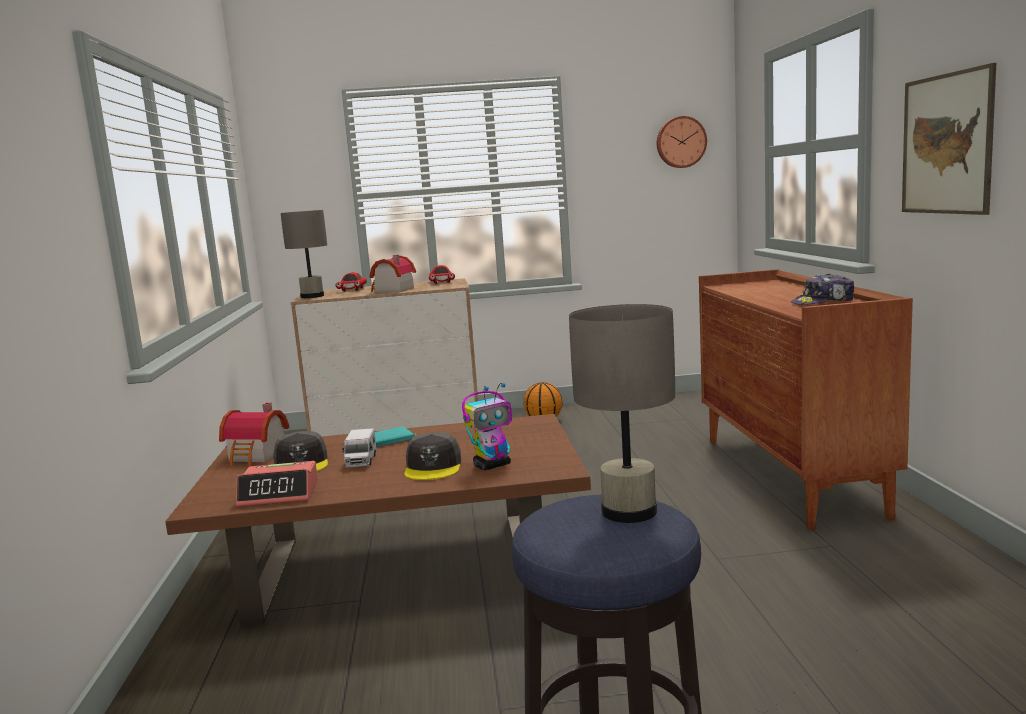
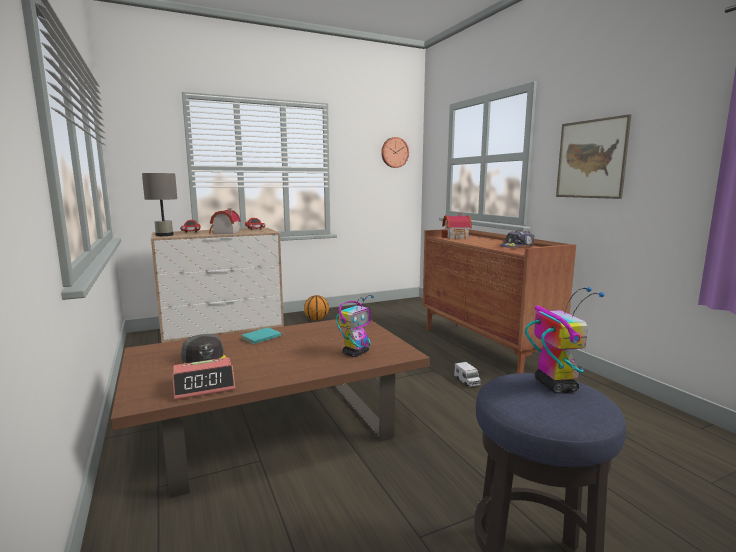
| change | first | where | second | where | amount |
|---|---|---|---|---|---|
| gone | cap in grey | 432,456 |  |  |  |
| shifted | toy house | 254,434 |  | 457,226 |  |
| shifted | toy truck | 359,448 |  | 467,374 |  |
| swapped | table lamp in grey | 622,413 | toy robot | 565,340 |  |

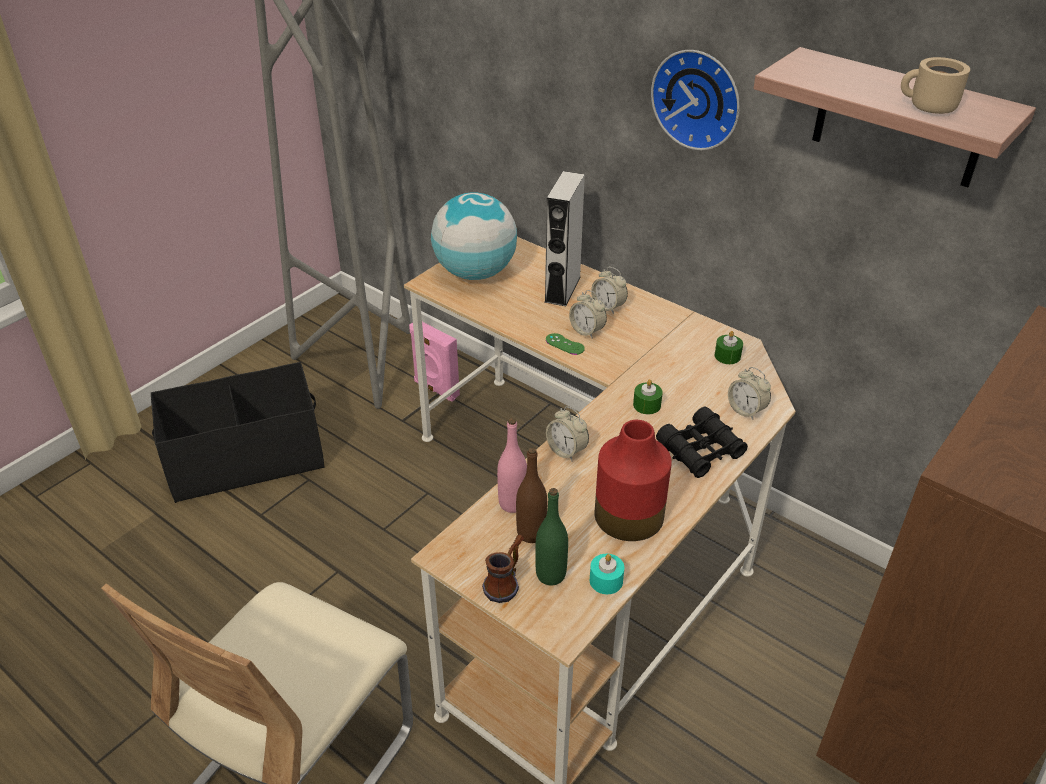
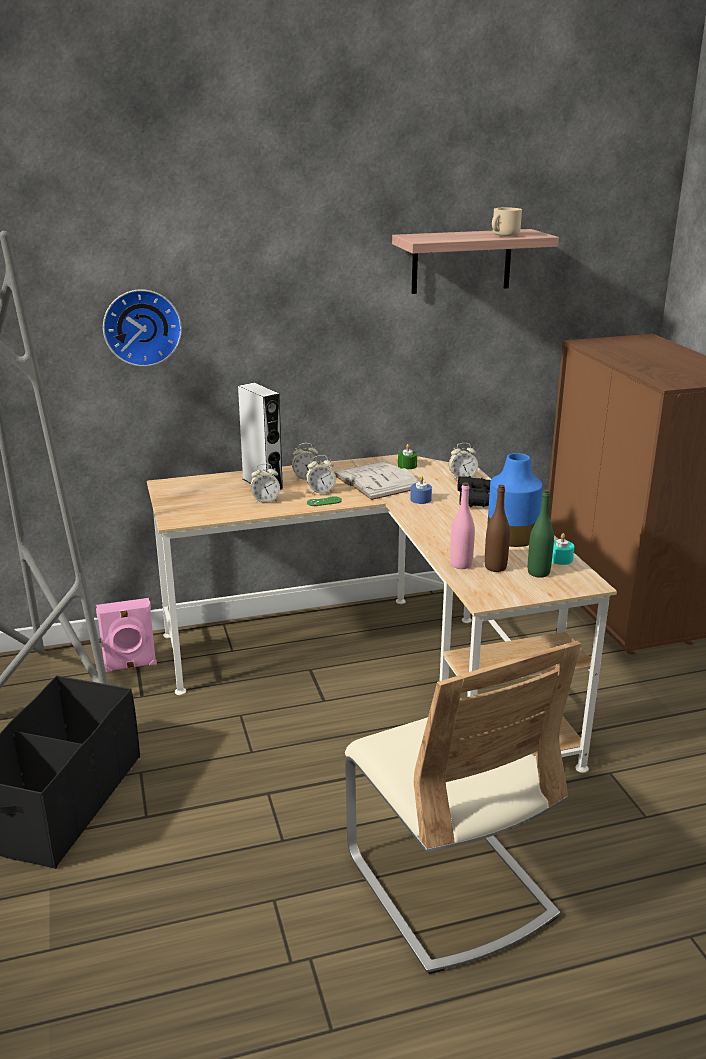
| change | first | where | second | where | amount |
|---|---|---|---|---|---|
| gone | globe | 474,236 |  |  |  |
| gone | mug | 503,569 |  |  |  |
| new |  |  | book in white | 376,480 |  |
| shifted | alarm clock | 567,433 |  | 265,483 |  |
| shifted | wall clock | 695,100 |  | 142,328 |  |
| repainted | vase in red | 633,480 | vase in blue | 515,500 |  |
| repainted | candle in green | 648,396 | candle in blue | 421,490 |  |

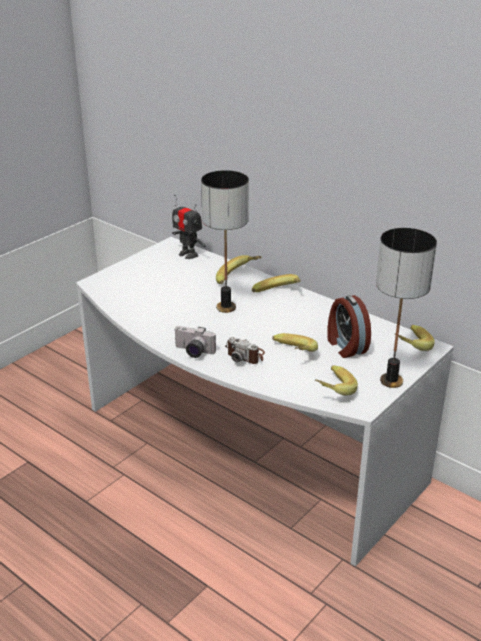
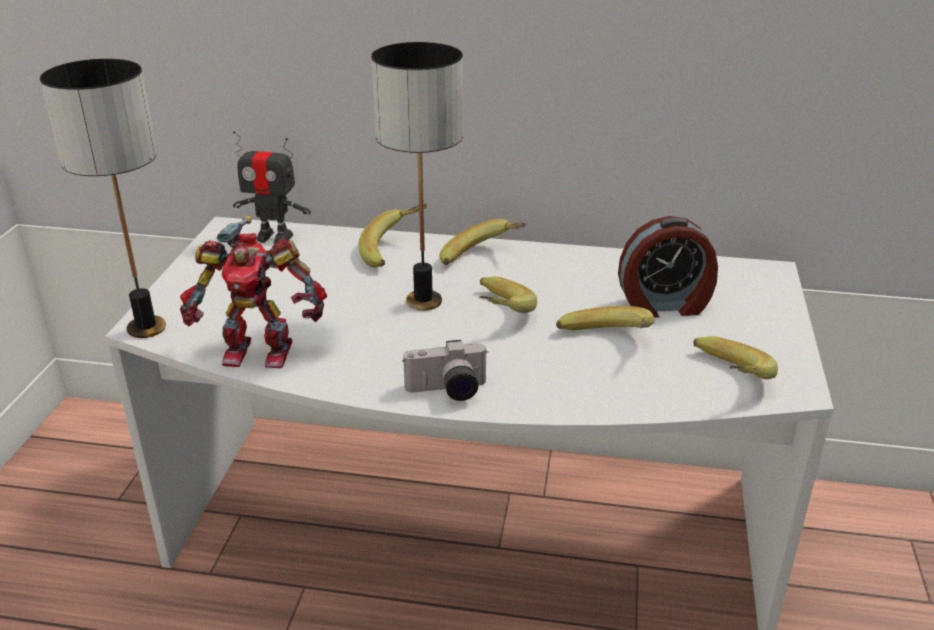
| change | first | where | second | where | amount |
|---|---|---|---|---|---|
| gone | photo camera | 245,350 |  |  |  |
| new |  |  | toy robot | 253,291 |  |
| shifted | table lamp | 406,308 |  | 103,198 |  |
| shifted | banana | 414,338 |  | 508,295 |  |
| rotated | alarm clock | 349,326 |  | 668,267 | 45 degrees counterclockwise |

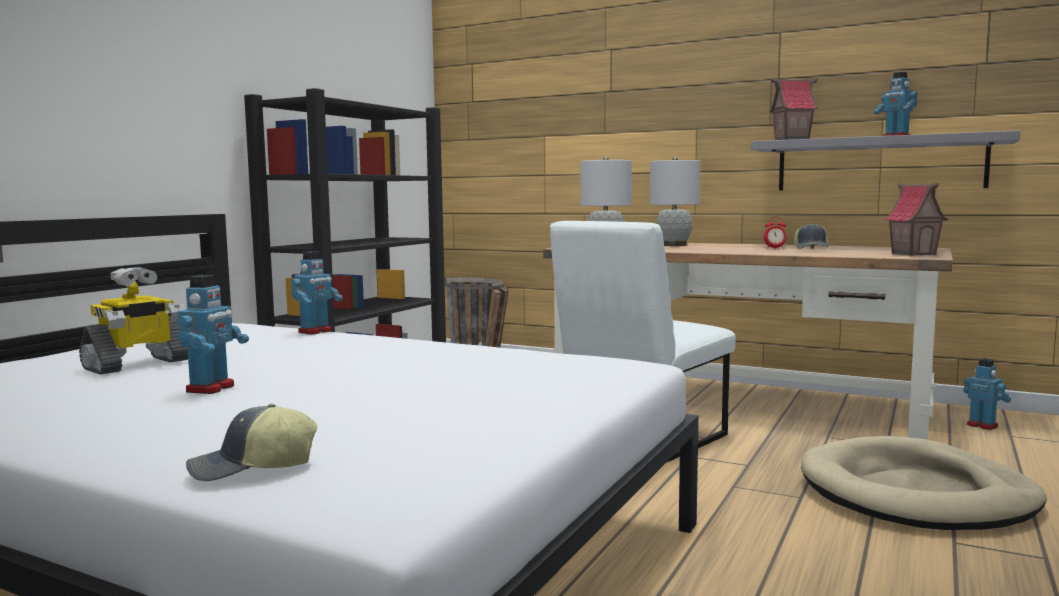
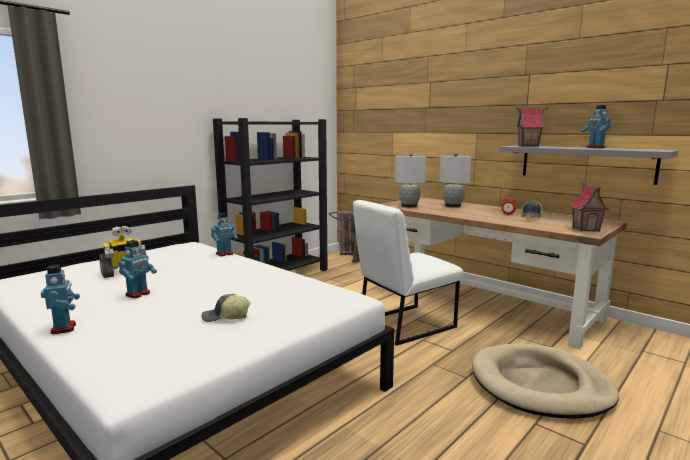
| change | first | where | second | where | amount |
|---|---|---|---|---|---|
| shifted | cap | 251,443 |  | 226,308 |  |
| shifted | toy robot | 987,394 |  | 60,299 |  |

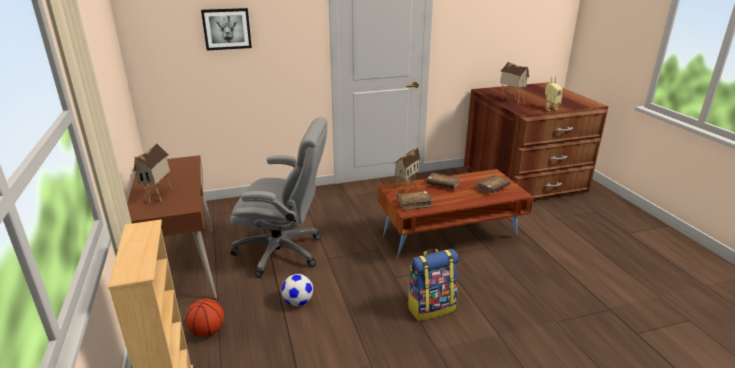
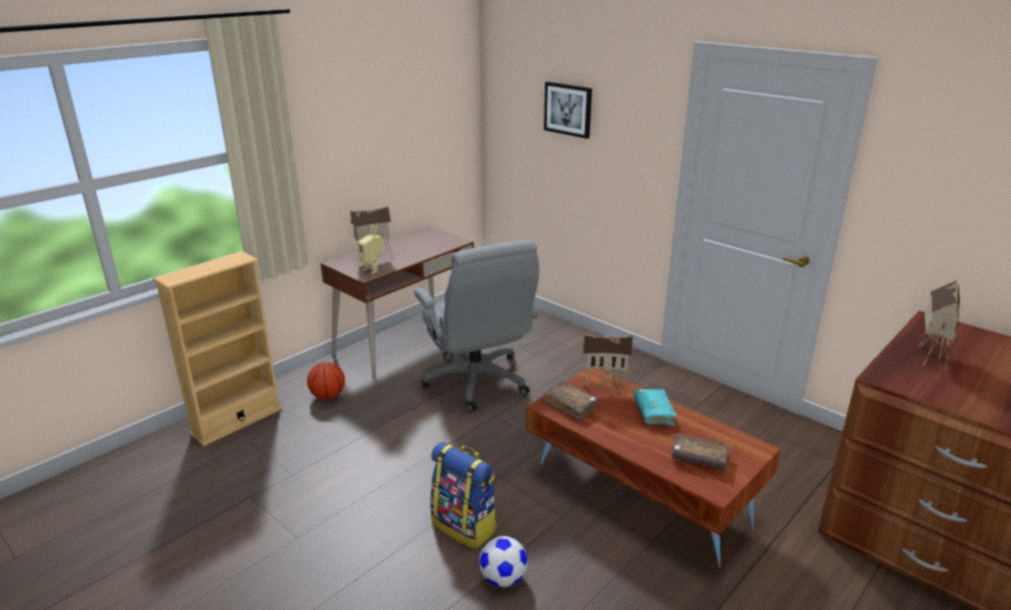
| change | first | where | second | where | amount |
|---|---|---|---|---|---|
| shifted | football | 297,290 |  | 503,561 |  |
| shifted | toy robot | 554,93 |  | 371,249 |  |
| repainted | book in brown | 443,181 | book in turquoise | 655,407 |  |

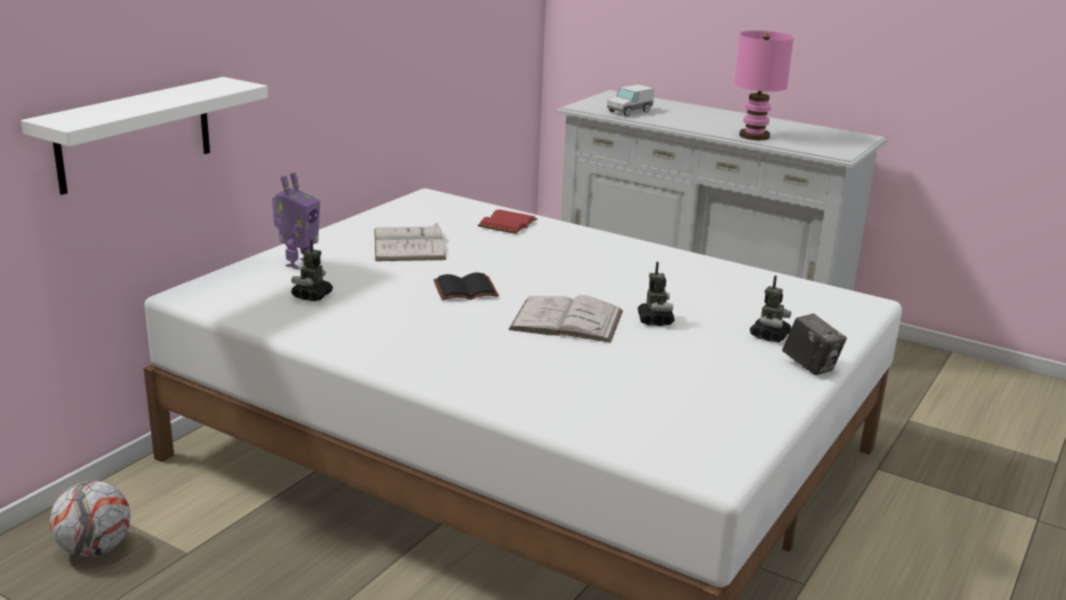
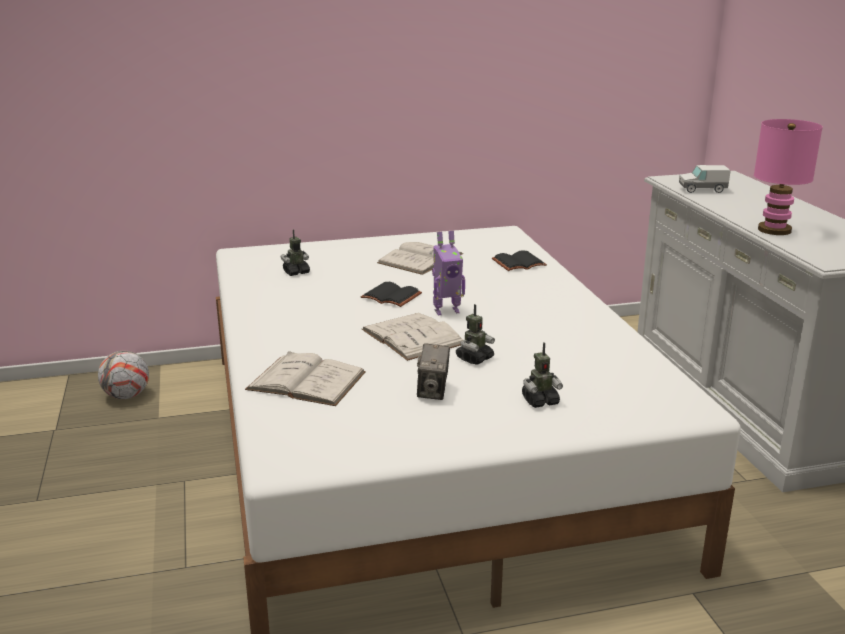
| change | first | where | second | where | amount |
|---|---|---|---|---|---|
| gone | shelf in white | 144,136 |  |  |  |
| new |  |  | book in white | 305,378 |  |
| shifted | toy robot | 296,221 |  | 448,273 |  |
| shifted | photo camera | 814,344 |  | 433,371 |  |
| repainted | book in red | 508,221 | book in black | 519,260 |  |

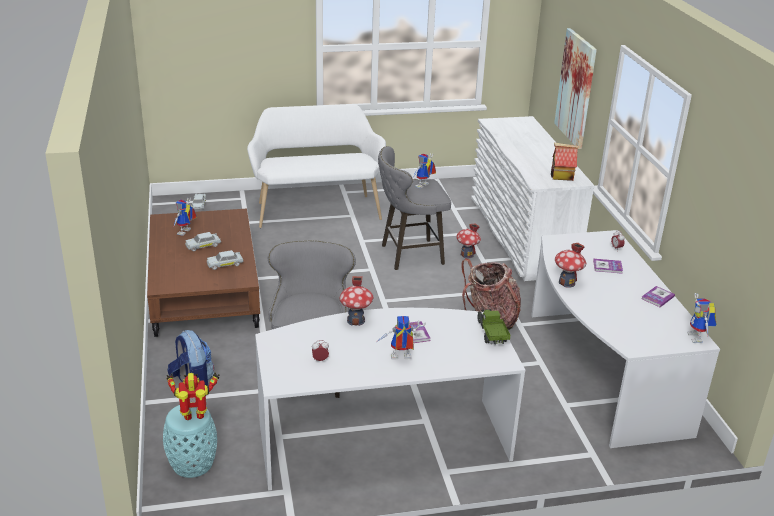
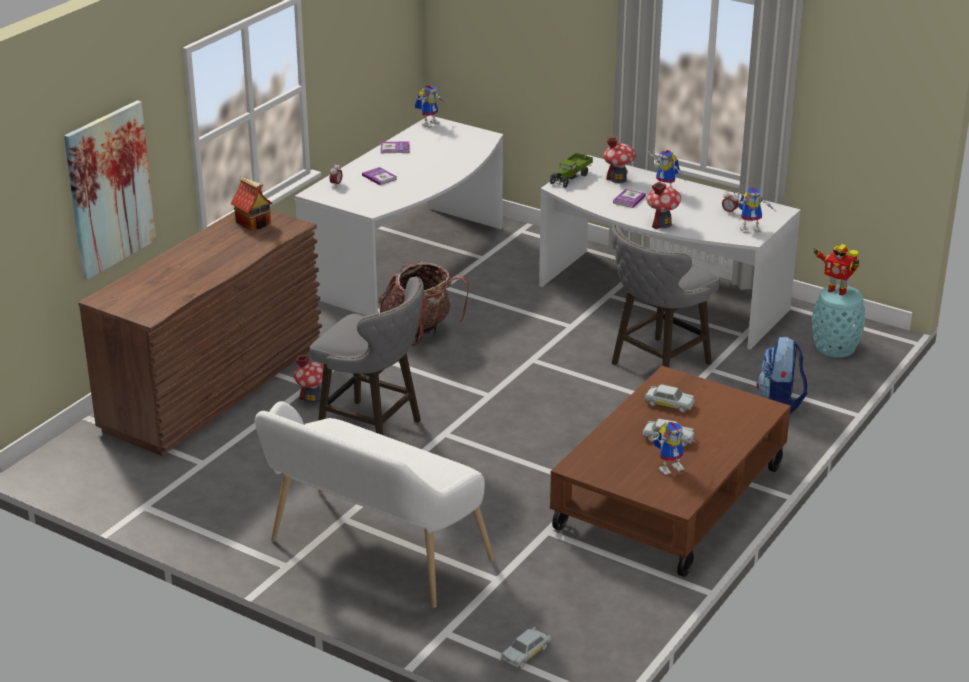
| change | first | where | second | where | amount |
|---|---|---|---|---|---|
| shifted | toy robot | 424,171 |  | 753,210 |  |
| shifted | toy house | 570,265 |  | 620,160 |  |
| repainted | dresser in white | 533,198 | dresser in brown | 200,333 |  |

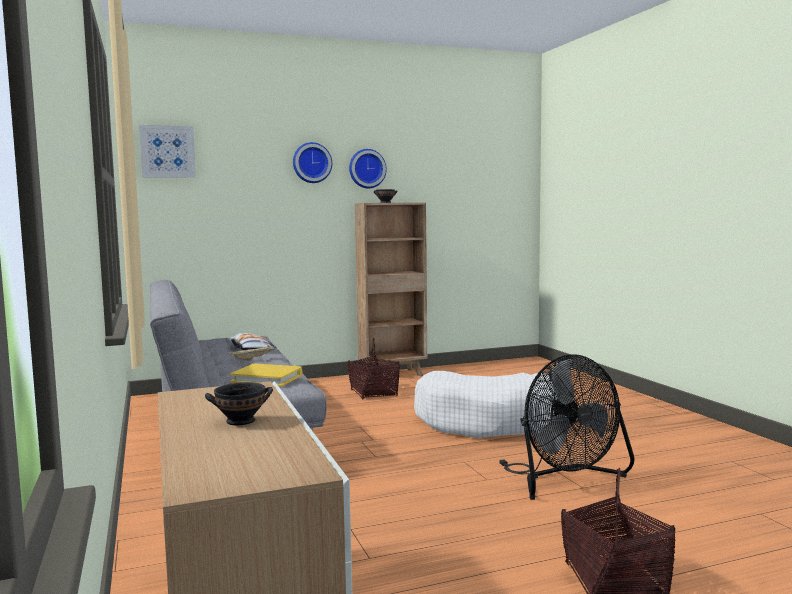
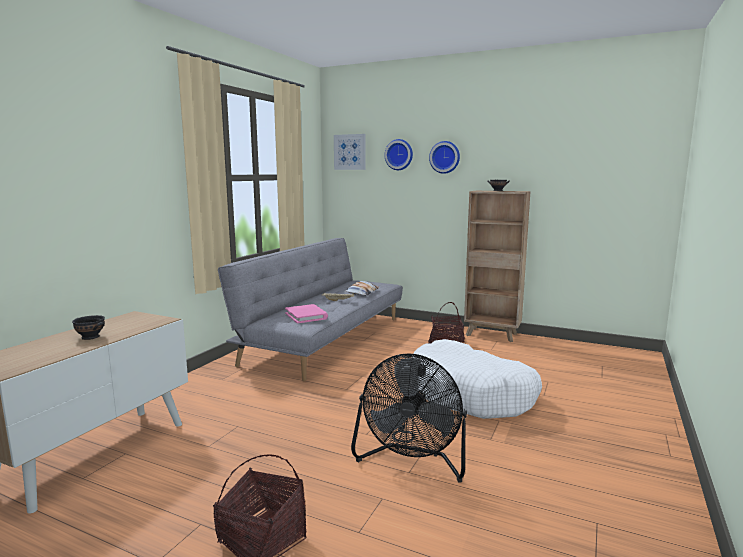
| change | first | where | second | where | amount |
|---|---|---|---|---|---|
| shifted | wall clock | 368,169 |  | 398,154 |  |
| repainted | book in yellow | 266,375 | book in pink | 306,313 |  |

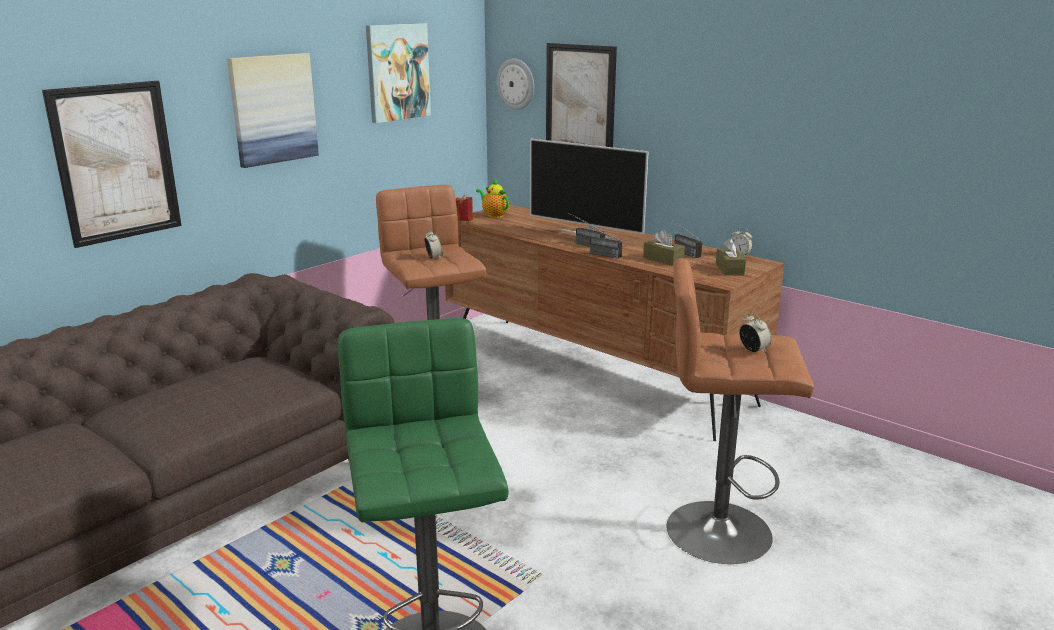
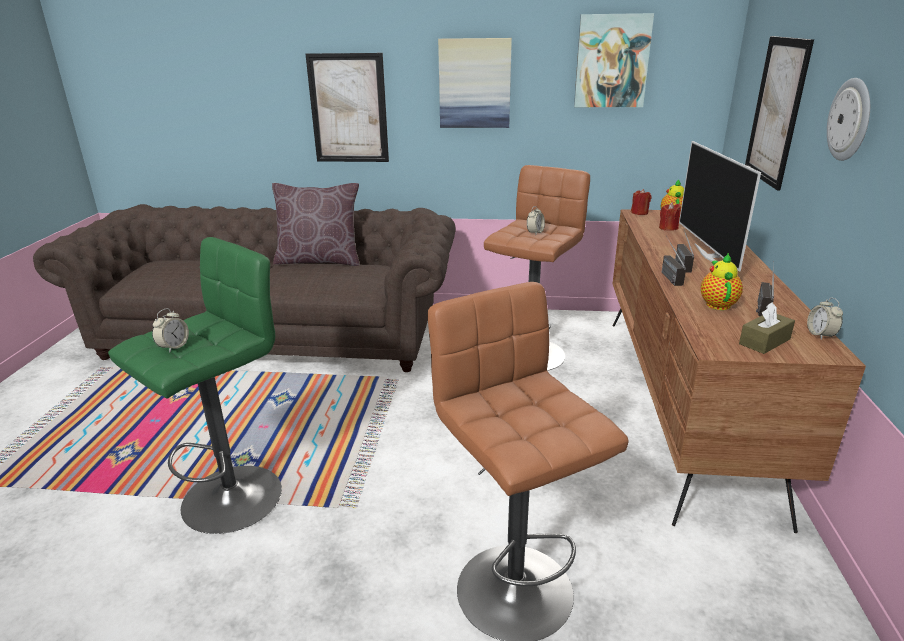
| change | first | where | second | where | amount |
|---|---|---|---|---|---|
| new |  |  | pillow in brown | 315,224 |  |
| new |  |  | candle in red | 670,216 |  |
| shifted | wall clock | 515,84 |  | 848,119 |  |
| shifted | alarm clock | 756,332 |  | 170,330 |  |
| swapped | tissue box in brown | 664,248 | teapot | 722,281 |  |

